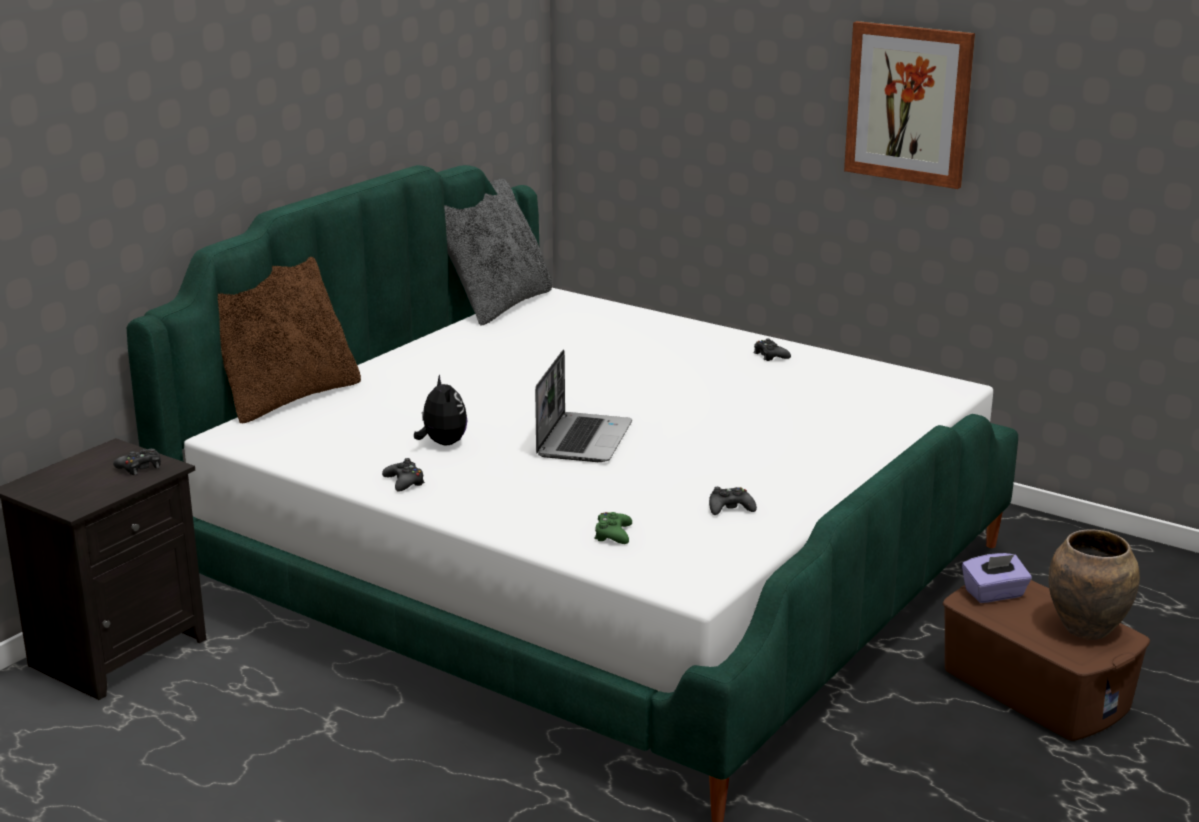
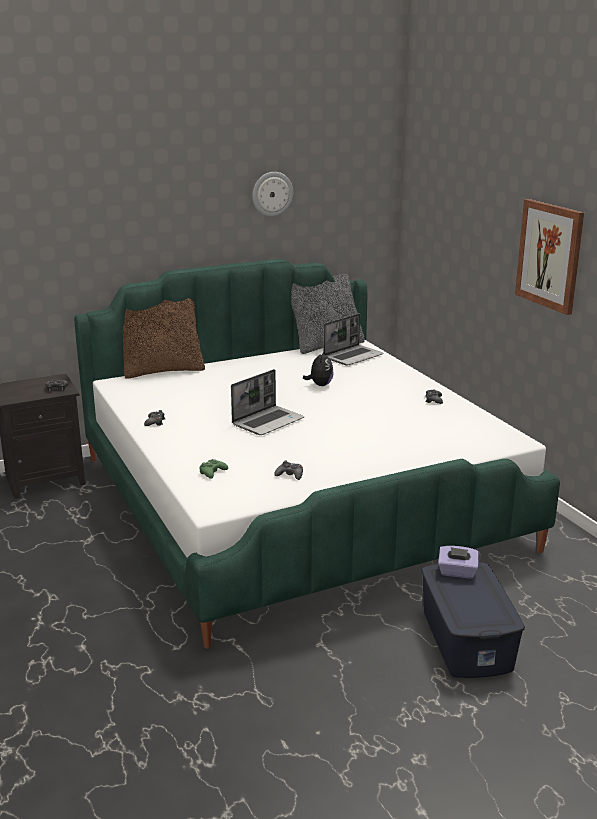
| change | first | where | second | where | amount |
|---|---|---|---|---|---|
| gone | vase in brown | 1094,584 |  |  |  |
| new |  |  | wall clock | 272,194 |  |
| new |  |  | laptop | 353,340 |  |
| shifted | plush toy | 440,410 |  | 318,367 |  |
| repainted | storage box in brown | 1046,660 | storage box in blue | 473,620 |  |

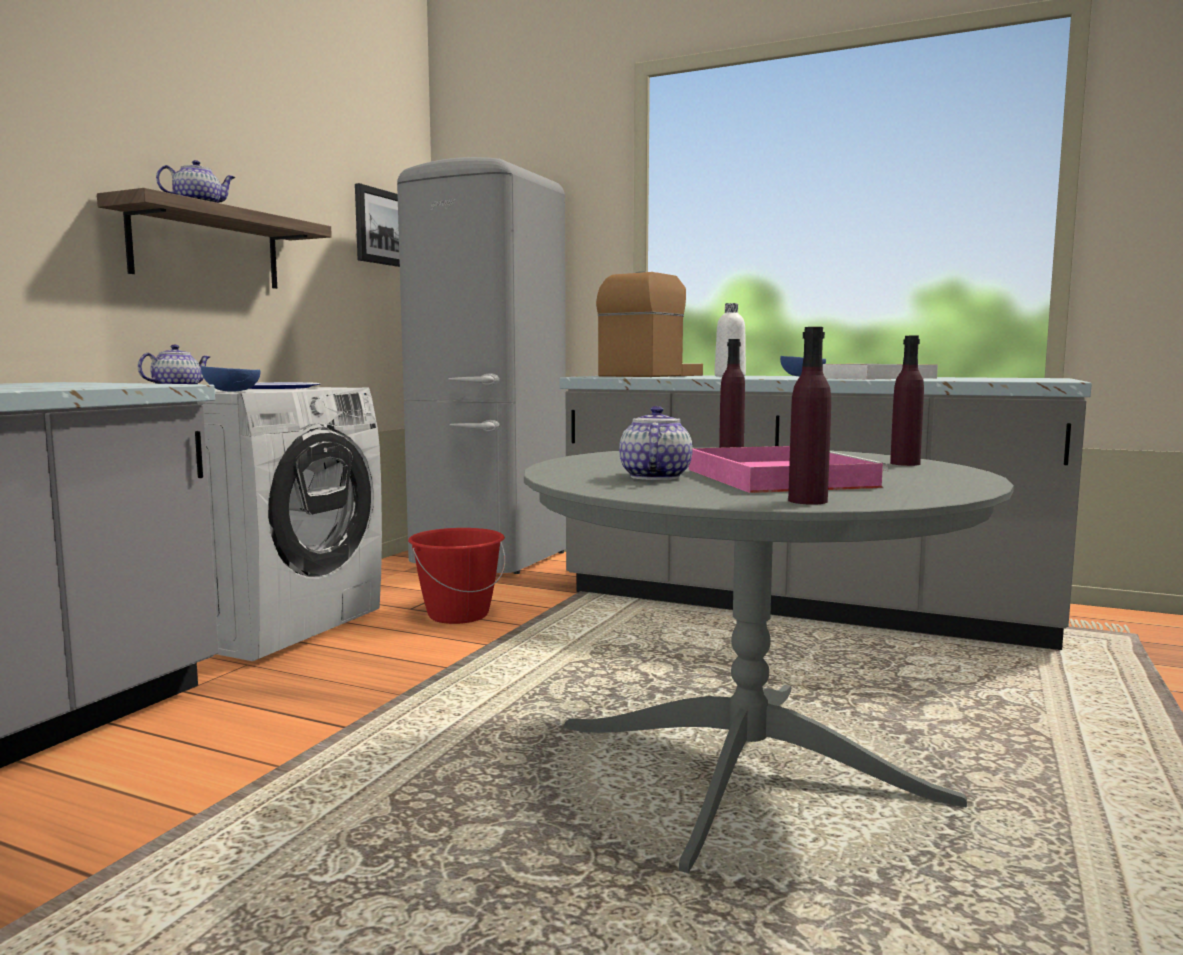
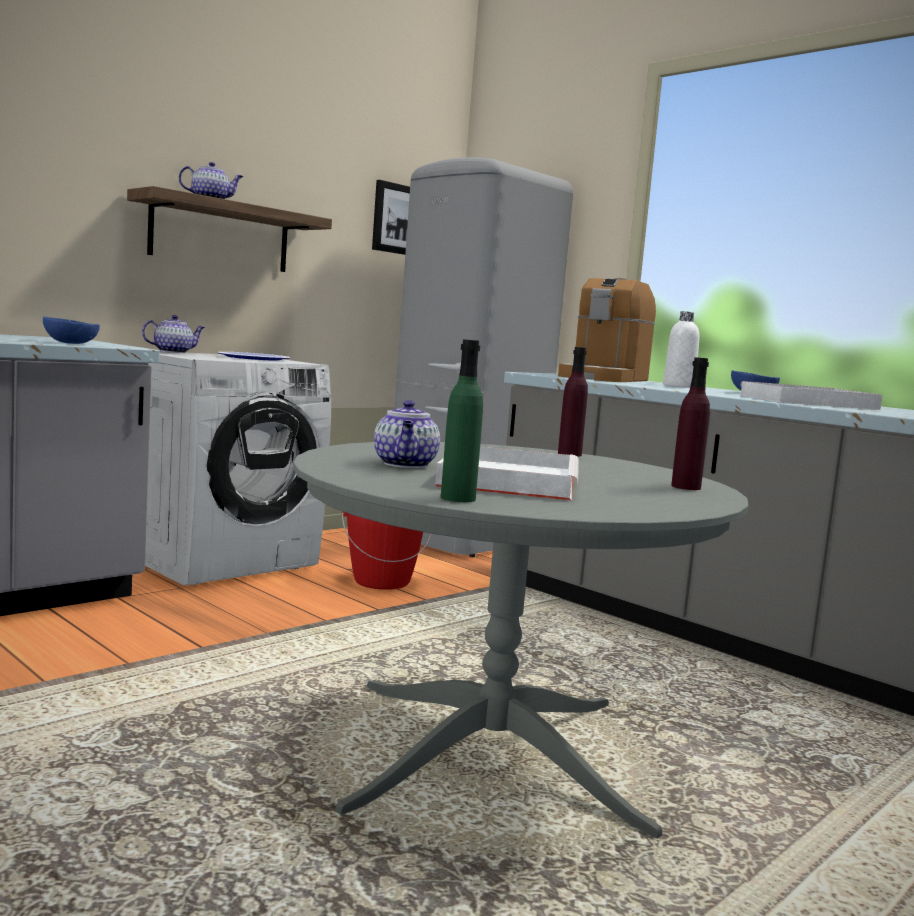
| change | first | where | second | where | amount |
|---|---|---|---|---|---|
| shifted | bowl in blue | 230,379 |  | 71,330 |  |
| repainted | tray in pink | 788,469 | tray in white | 507,473 |  |
| repainted | bottle in purple | 809,416 | bottle in green | 462,420 |  |
| rotated | coffee machine | 649,324 |  | 607,330 | 150 degrees clockwise |
| rotated | teapot | 656,443 |  | 407,434 | 150 degrees clockwise |

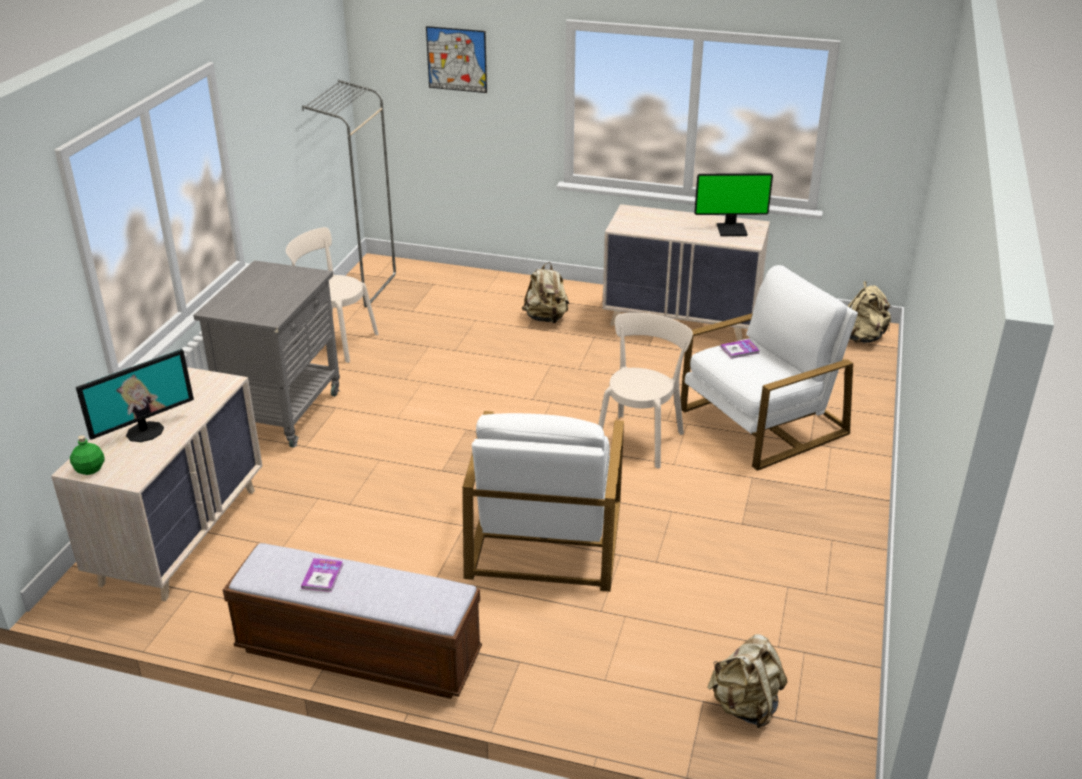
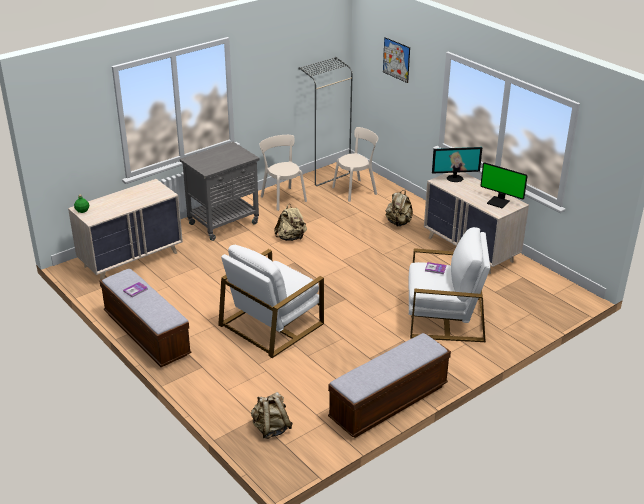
| change | first | where | second | where | amount |
|---|---|---|---|---|---|
| new |  |  | bench | 389,385 |  |
| shifted | monitor | 135,395 |  | 457,164 |  |
| shifted | chair in beige | 645,391 |  | 355,164 |  |
| shifted | backpack in beige | 870,312 |  | 290,222 |  |

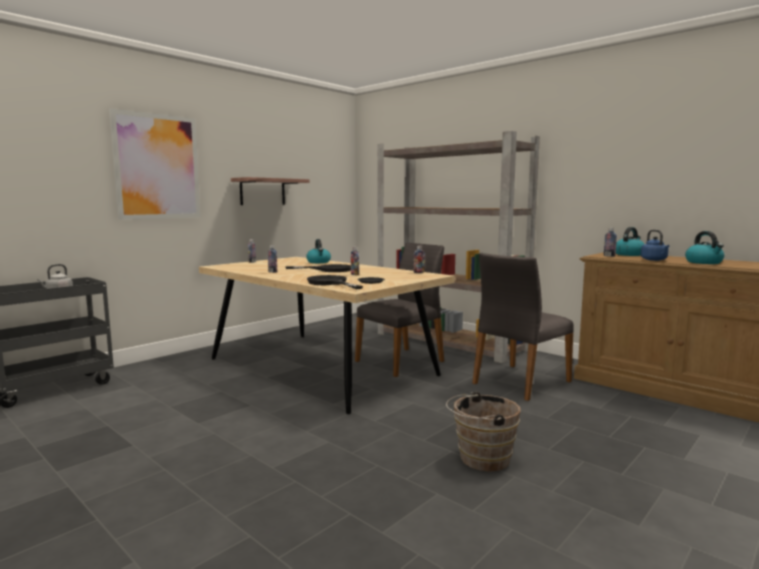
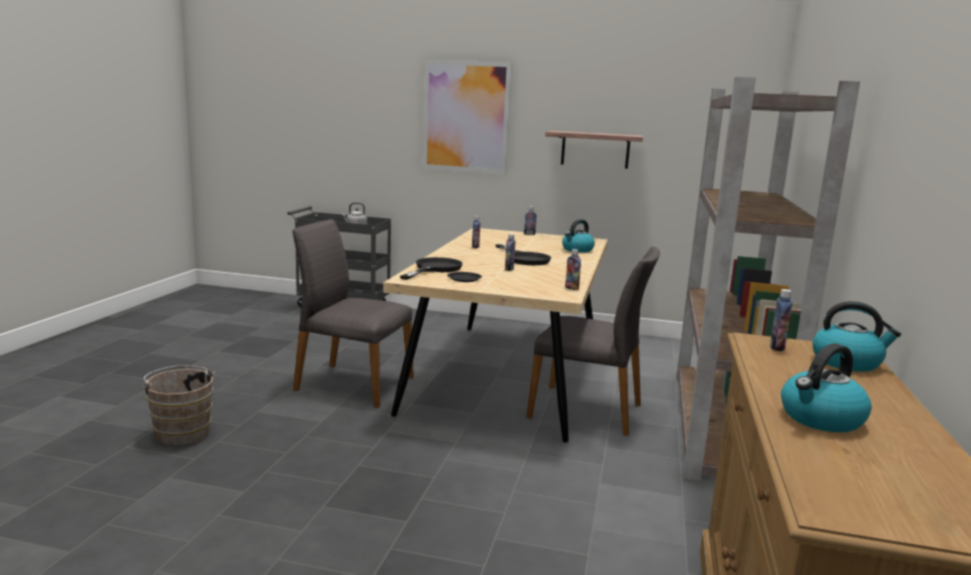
| change | first | where | second | where | amount |
|---|---|---|---|---|---|
| gone | kettle in blue | 655,245 |  |  |  |
| shifted | bucket in brown | 483,431 |  | 178,405 |  |
| shifted | chair in grey | 523,327 |  | 353,314 |  |

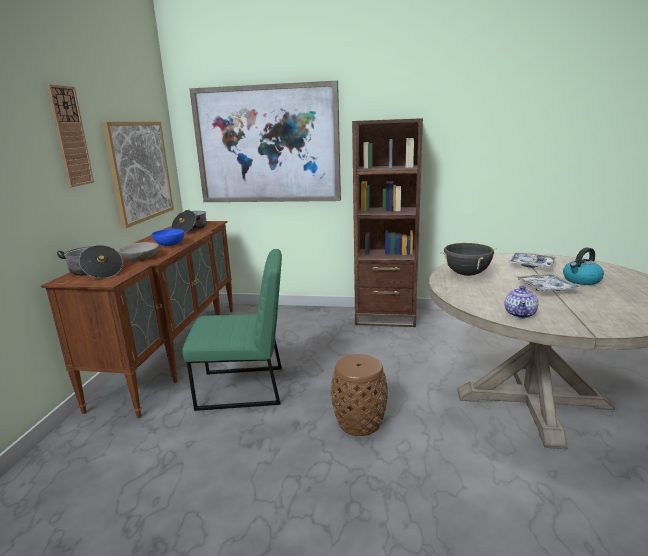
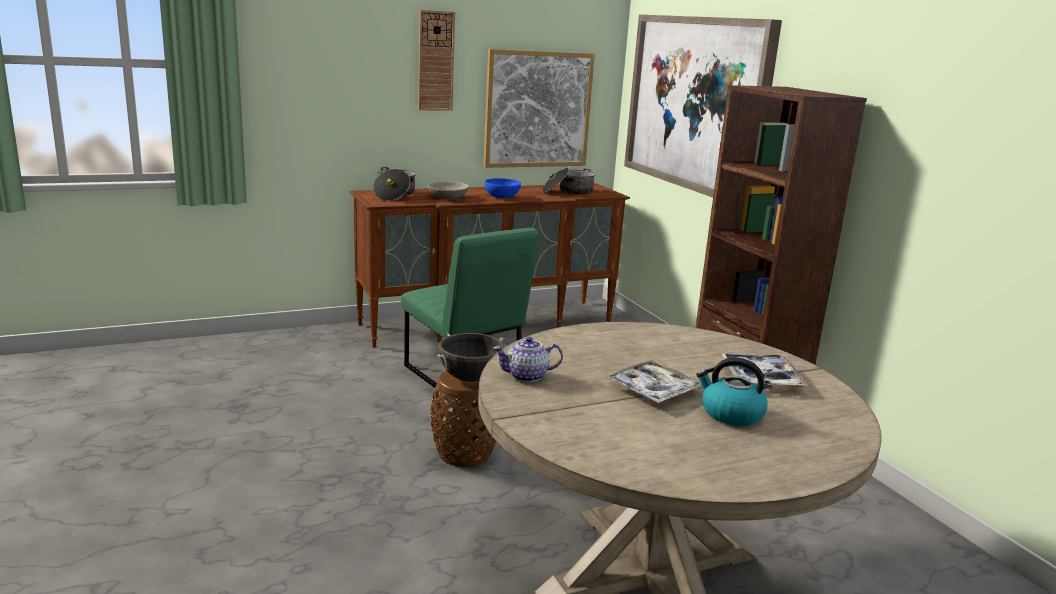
| change | first | where | second | where | amount |
|---|---|---|---|---|---|
| shifted | cooking pot in black | 468,259 |  | 470,357 |  |

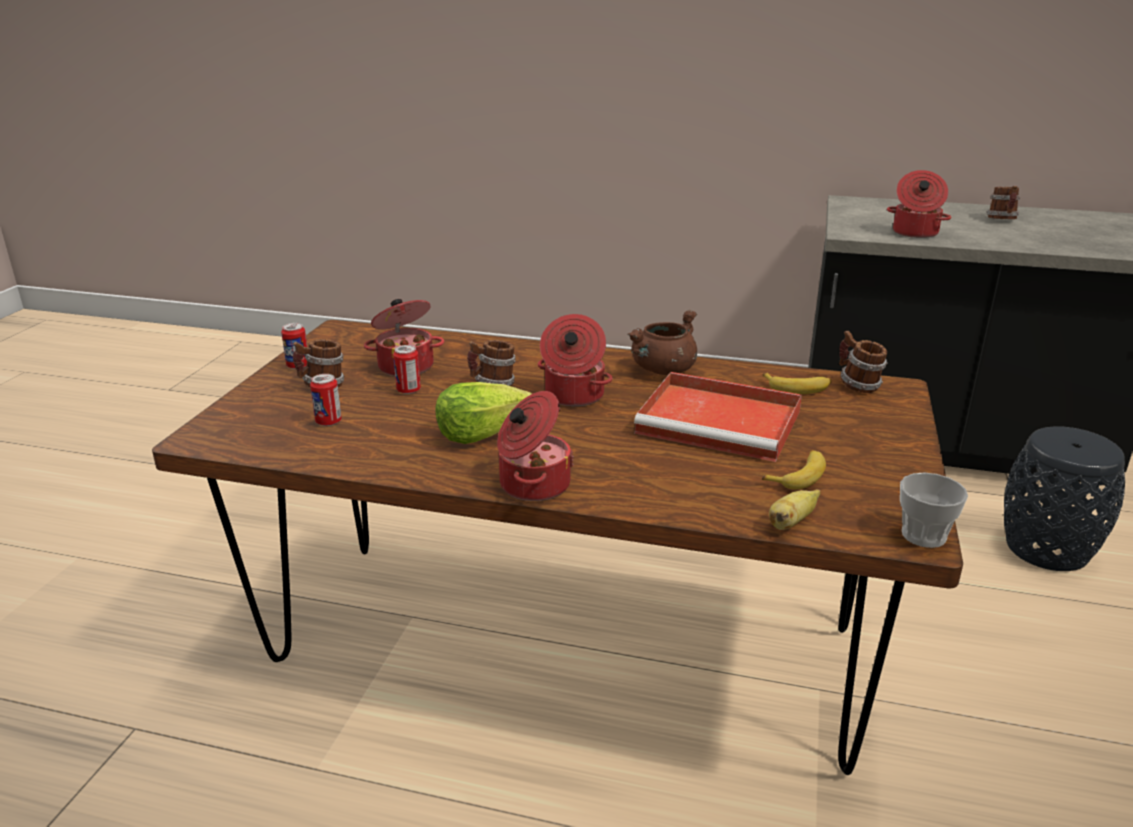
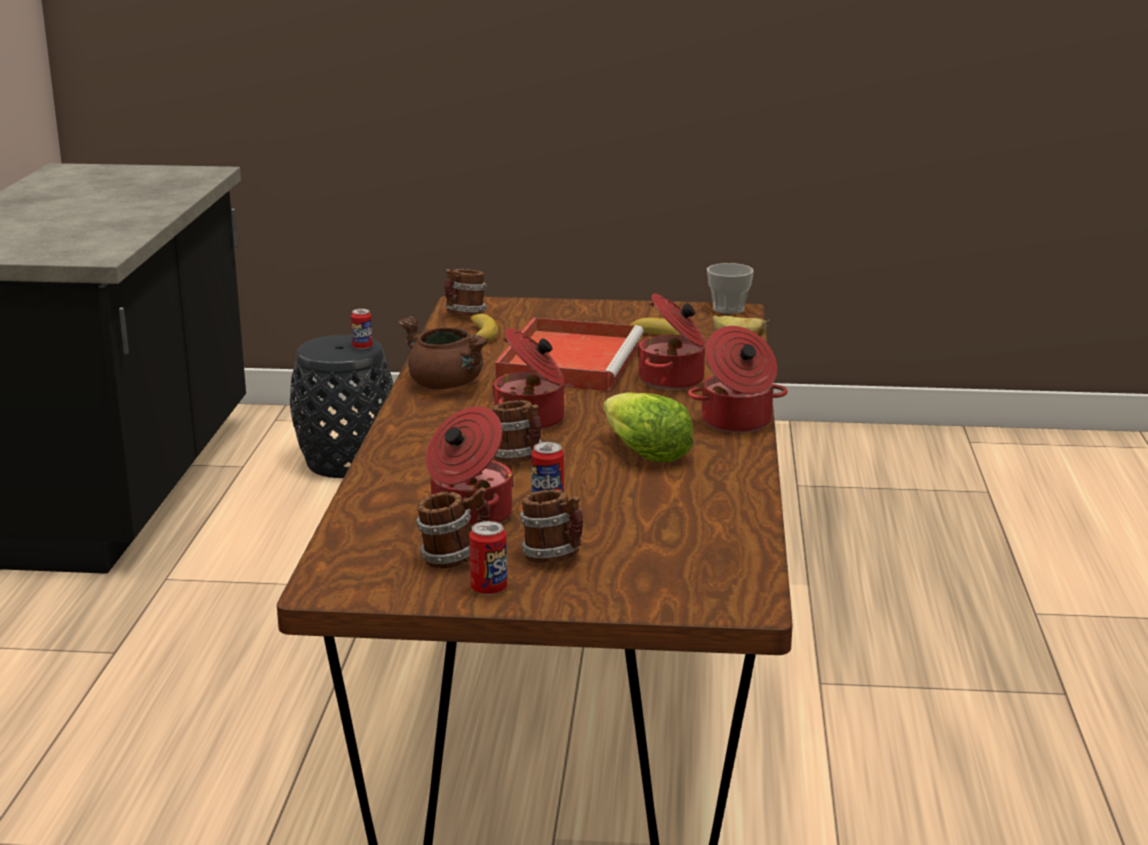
| change | first | where | second | where | amount |
|---|---|---|---|---|---|
| shifted | can | 326,400 |  | 362,329 |  |
| shifted | cooking pot | 919,204 |  | 671,342 |  |
| shifted | mug | 1003,202 |  | 453,528 |  |

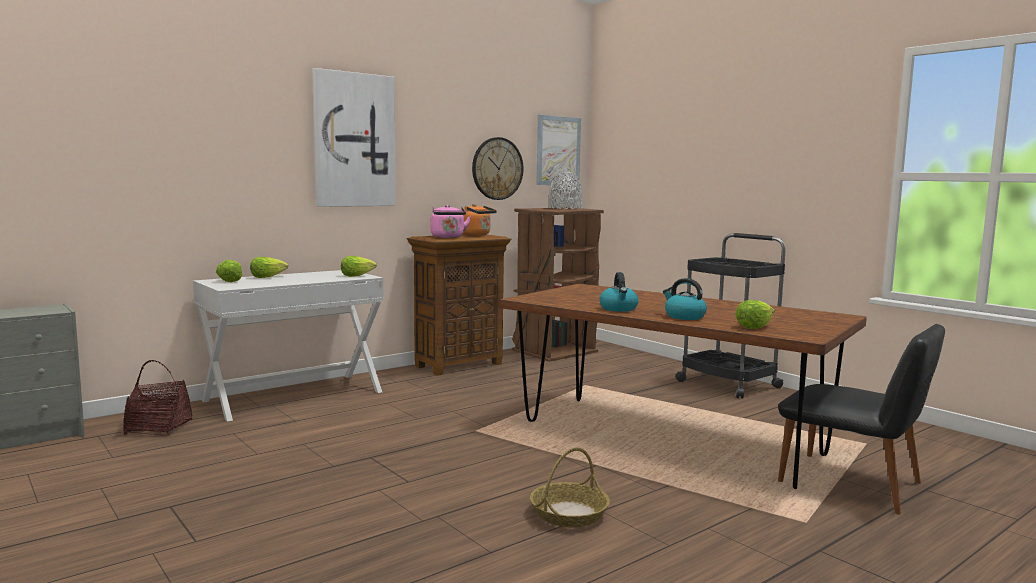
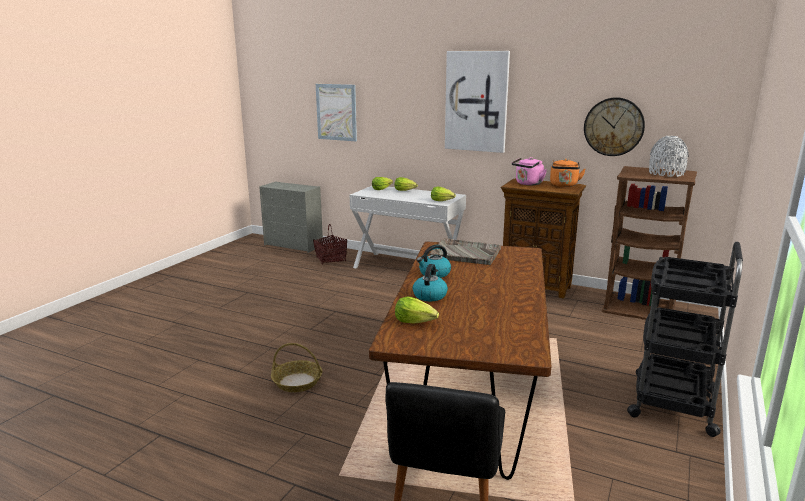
| change | first | where | second | where | amount |
|---|---|---|---|---|---|
| new |  |  | tray in grey | 465,251 |  |
| shifted | picture | 558,150 |  | 336,112 |  |

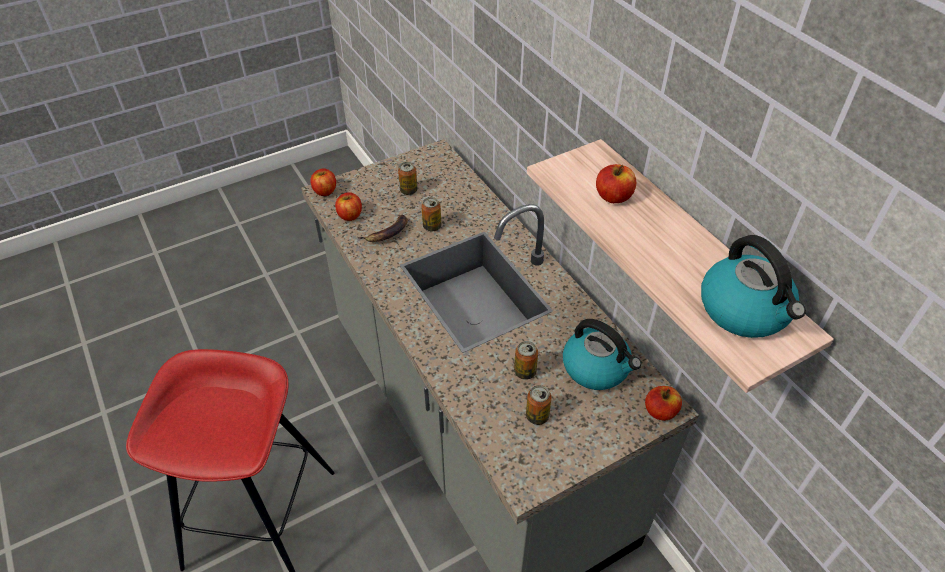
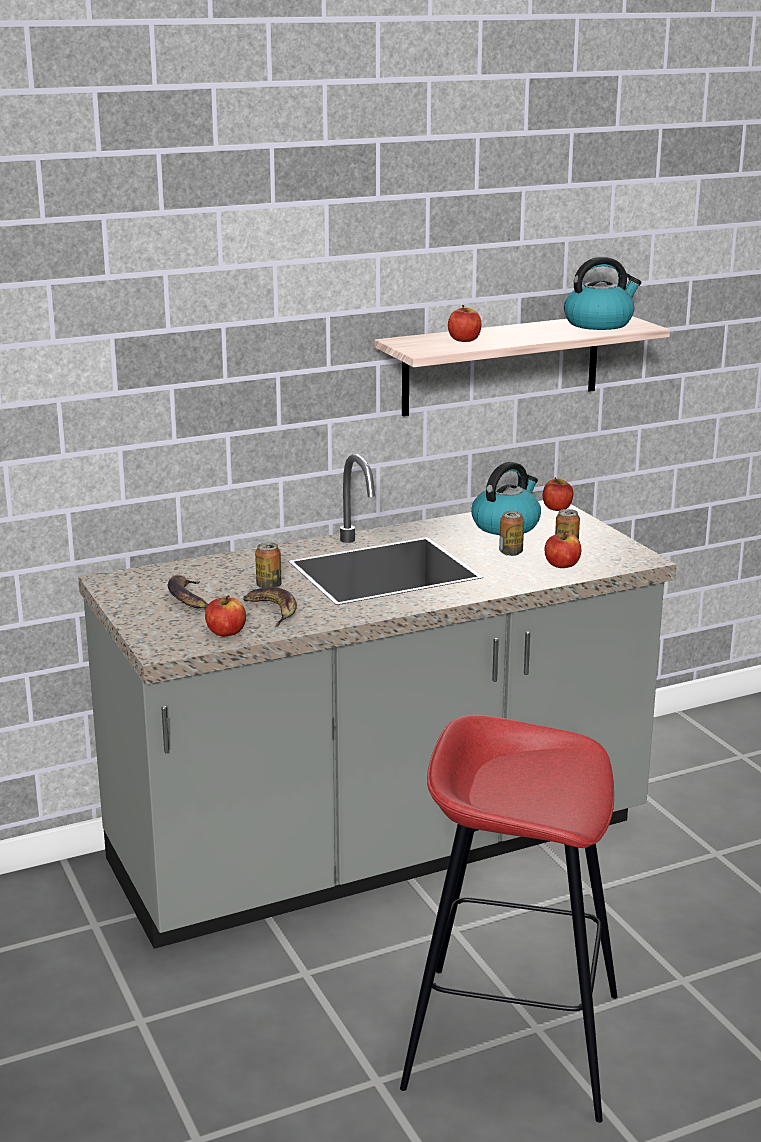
| change | first | where | second | where | amount |
|---|---|---|---|---|---|
| shifted | apple | 323,182 |  | 563,549 |  |
| swapped | can | 407,178 | banana | 188,591 |  |

